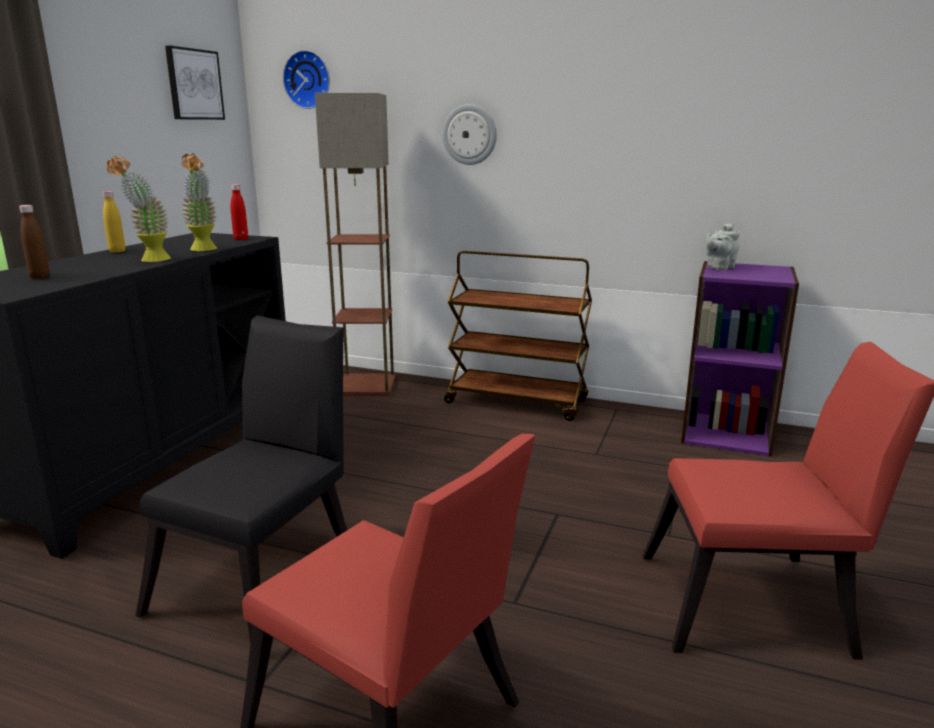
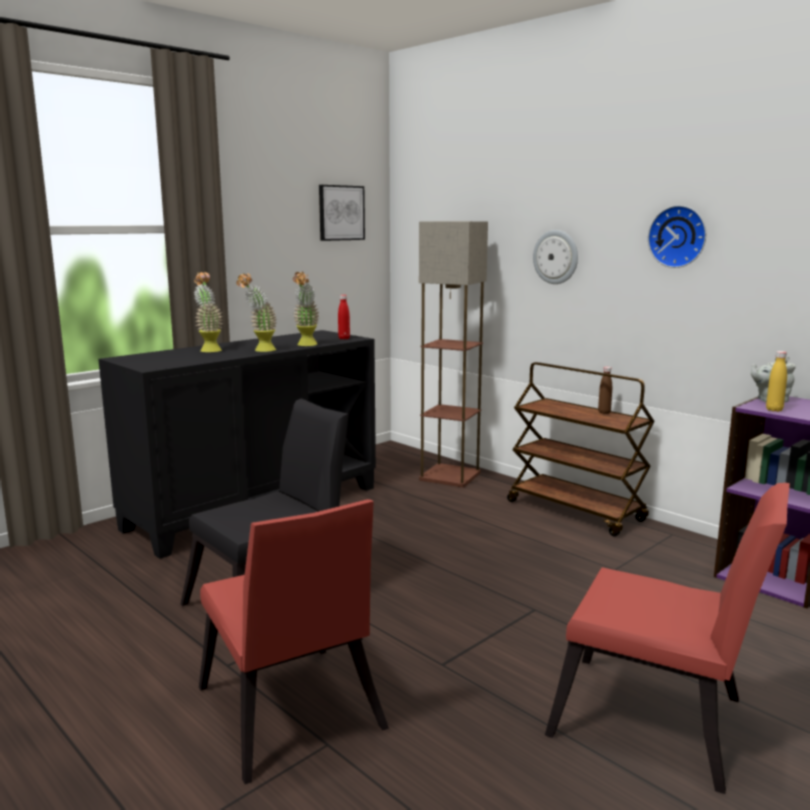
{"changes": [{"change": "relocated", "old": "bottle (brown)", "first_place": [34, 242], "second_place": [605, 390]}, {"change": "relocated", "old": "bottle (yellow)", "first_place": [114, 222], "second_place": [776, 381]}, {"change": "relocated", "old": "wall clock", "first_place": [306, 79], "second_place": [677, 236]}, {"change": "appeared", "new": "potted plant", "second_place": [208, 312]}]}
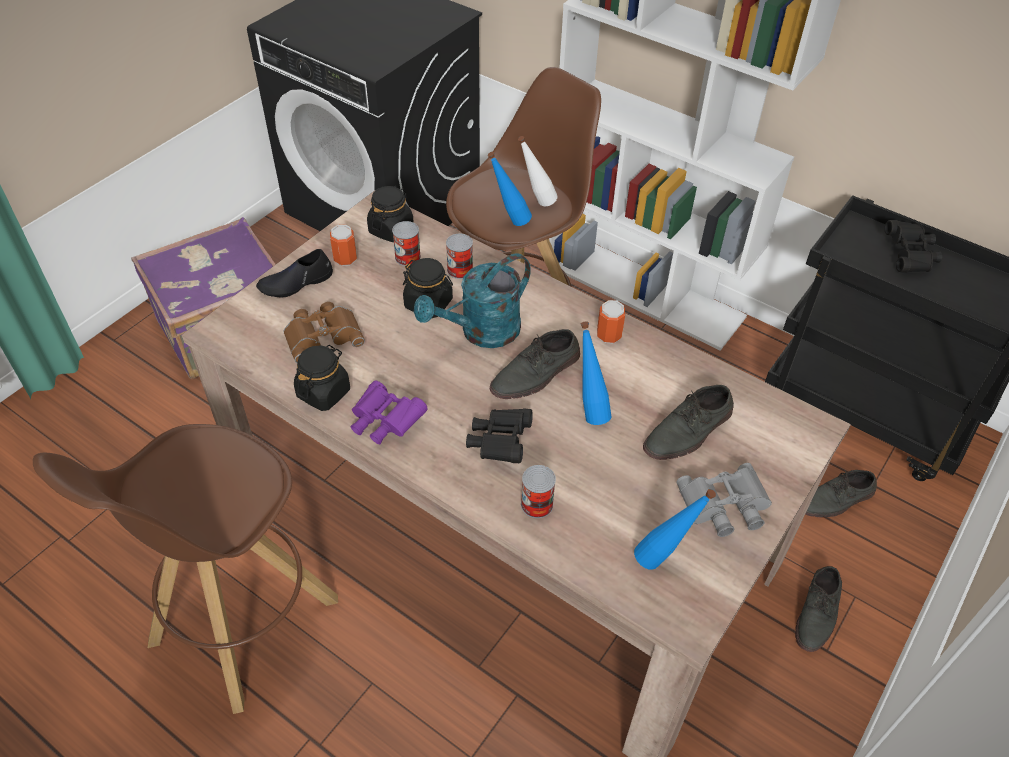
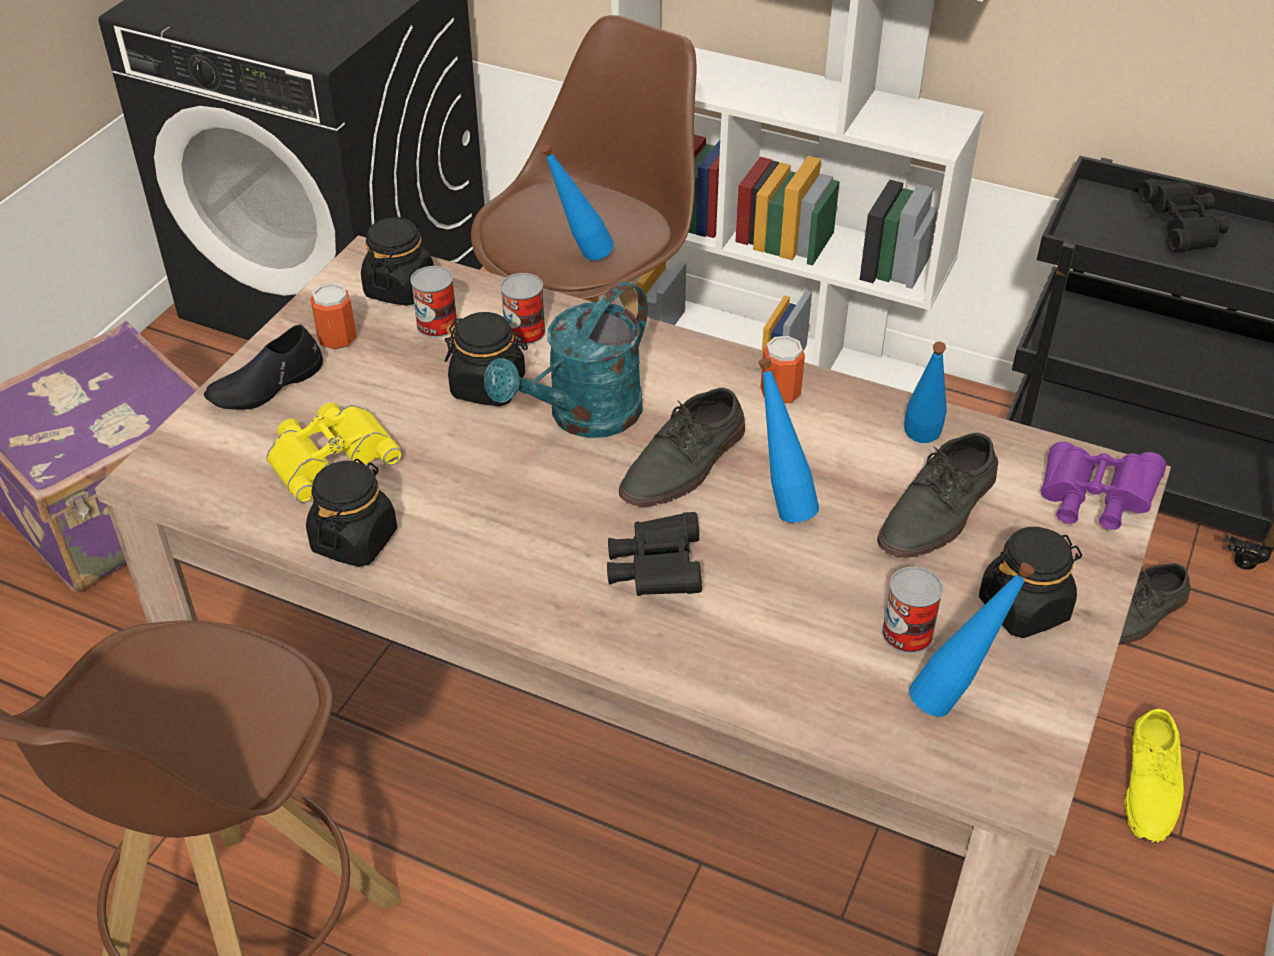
{"changes": [{"change": "colour", "old": "binoculars (brown)", "new": "binoculars (yellow)", "first_place": [324, 332], "second_place": [334, 452]}, {"change": "relocated", "old": "binoculars (purple)", "first_place": [389, 412], "second_place": [1103, 486]}, {"change": "missing", "old": "bottle (white)", "first_place": [537, 171]}, {"change": "relocated", "old": "can", "first_place": [538, 491], "second_place": [912, 610]}, {"change": "exchanged", "old": "binoculars (grey)", "new": "jar (black)", "first_place": [724, 500], "second_place": [1030, 582]}, {"change": "colour", "old": "shoe (grey)", "new": "shoe (yellow)", "first_place": [818, 609], "second_place": [1154, 776]}, {"change": "appeared", "new": "bottle (blue)", "second_place": [925, 392]}]}
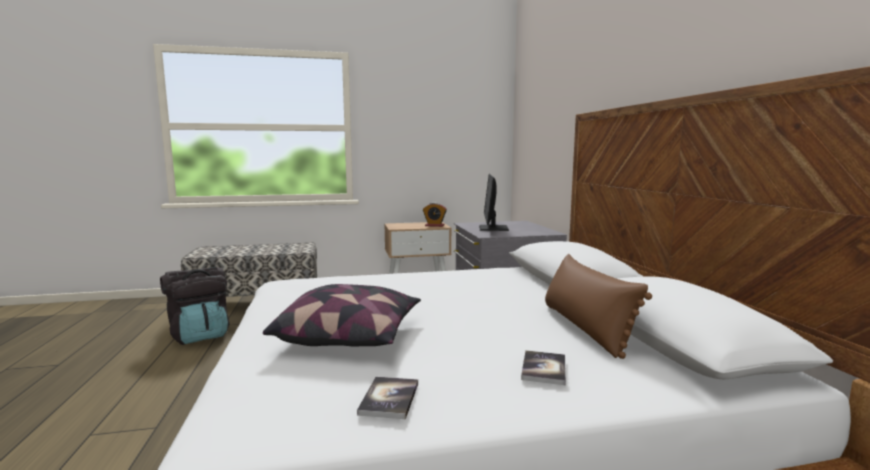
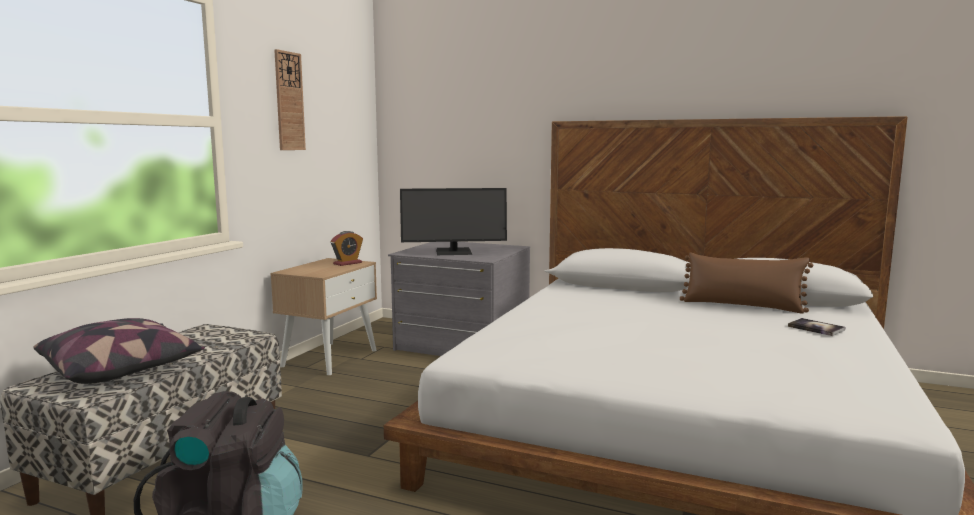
{"changes": [{"change": "relocated", "old": "pillow", "first_place": [342, 315], "second_place": [119, 351]}, {"change": "missing", "old": "book", "first_place": [387, 398]}, {"change": "spun", "old": "monitor", "first_place": [494, 202], "second_place": [453, 221], "degrees": -45}, {"change": "appeared", "new": "wall clock", "second_place": [290, 99]}]}
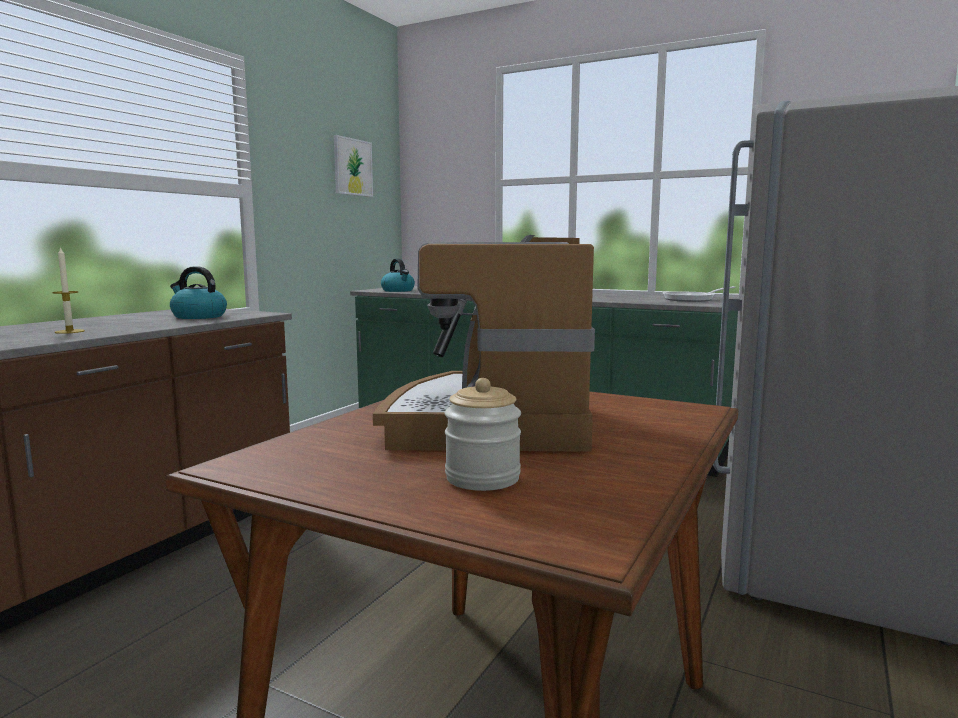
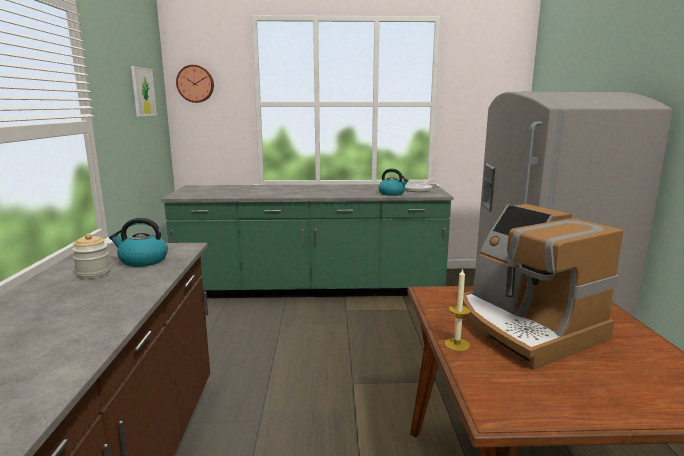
{"changes": [{"change": "relocated", "old": "candle", "first_place": [68, 290], "second_place": [457, 309]}, {"change": "relocated", "old": "kettle", "first_place": [398, 275], "second_place": [394, 182]}, {"change": "relocated", "old": "jar", "first_place": [483, 434], "second_place": [91, 256]}, {"change": "appeared", "new": "wall clock", "second_place": [195, 84]}]}
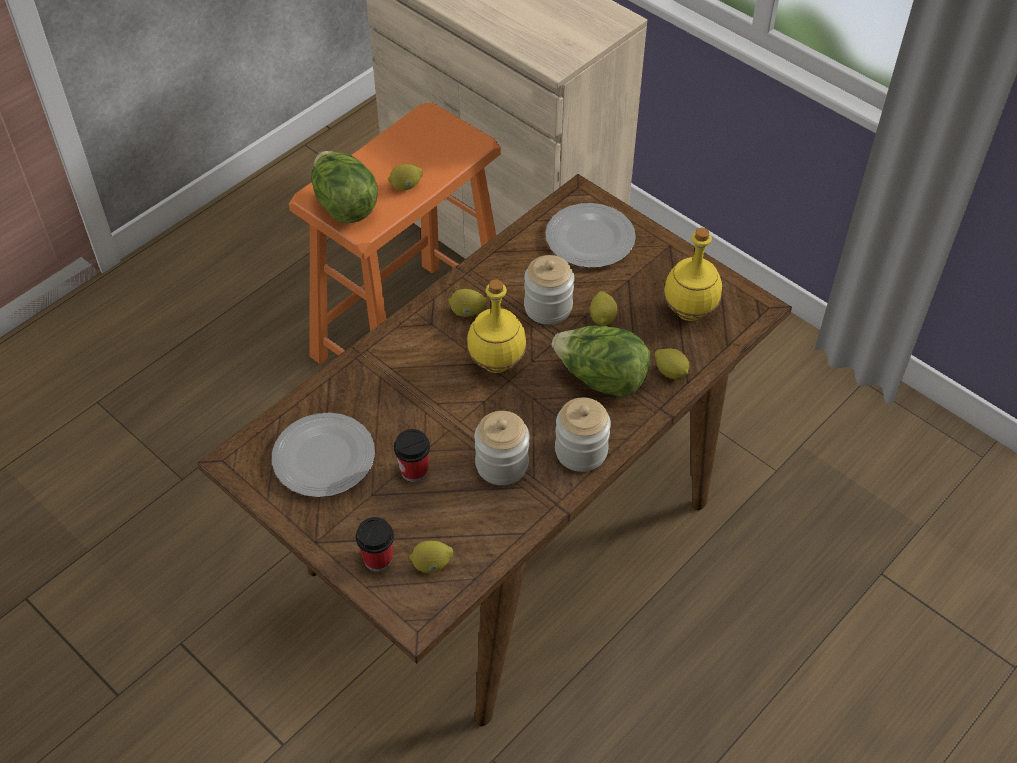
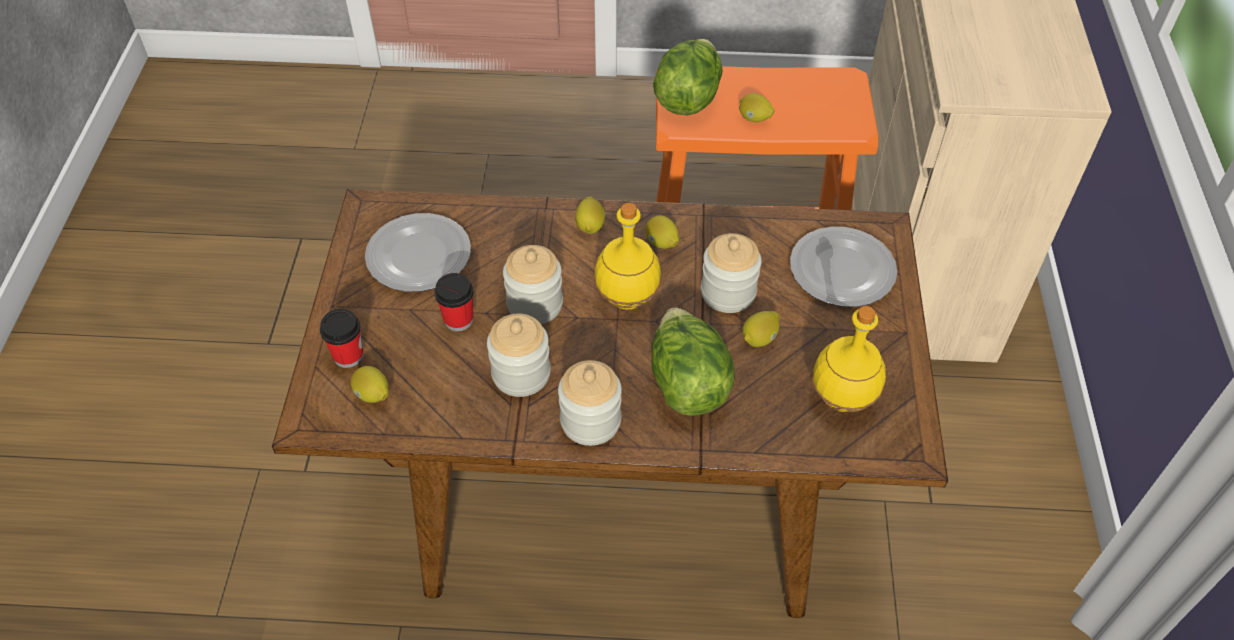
{"changes": [{"change": "relocated", "old": "lemon", "first_place": [671, 363], "second_place": [590, 215]}, {"change": "appeared", "new": "jar", "second_place": [533, 284]}]}
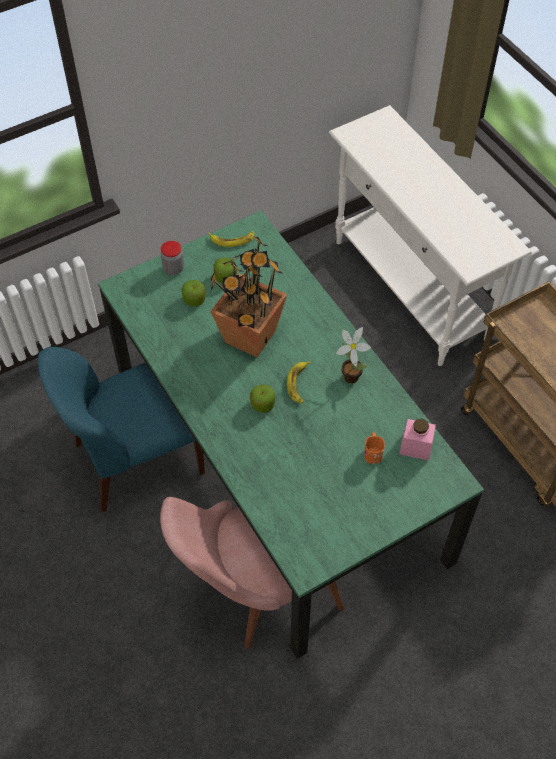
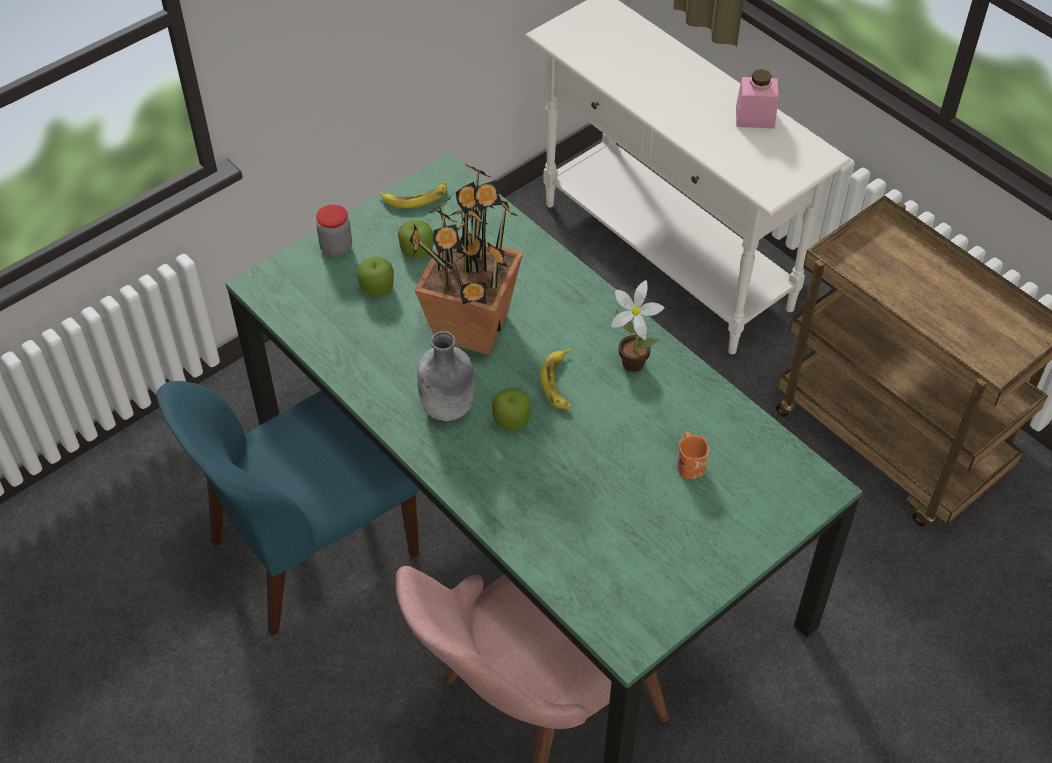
{"changes": [{"change": "relocated", "old": "jar (pink)", "first_place": [417, 440], "second_place": [757, 99]}, {"change": "appeared", "new": "bottle (grey)", "second_place": [445, 376]}]}
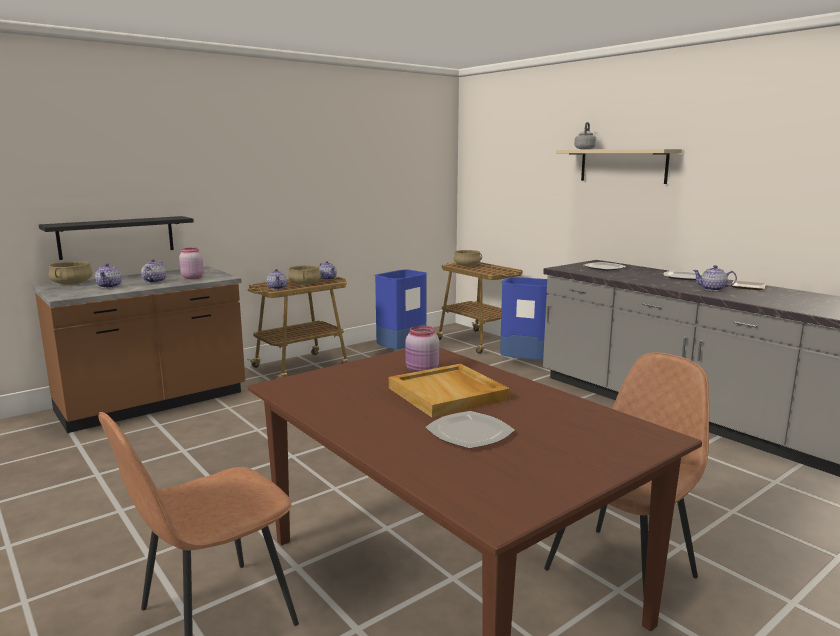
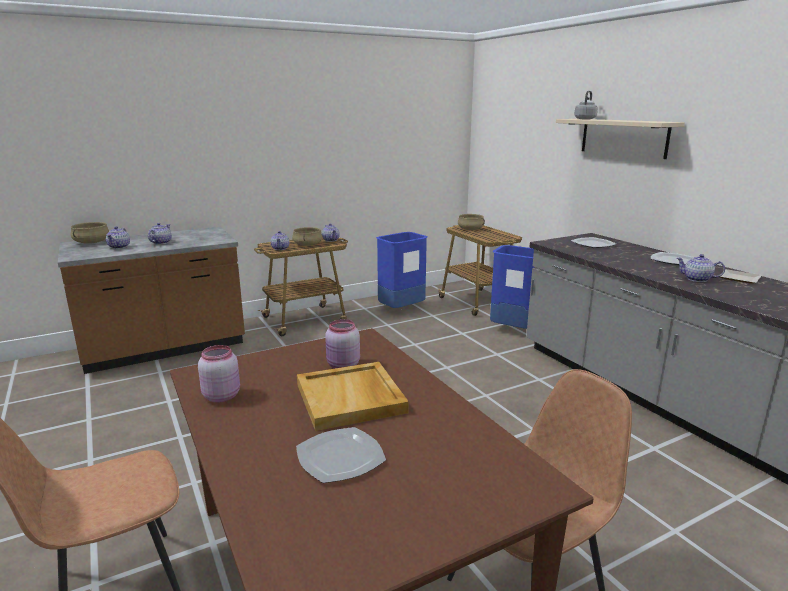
{"changes": [{"change": "missing", "old": "shelf (black)", "first_place": [116, 238]}, {"change": "relocated", "old": "jar (pink)", "first_place": [191, 263], "second_place": [219, 373]}]}
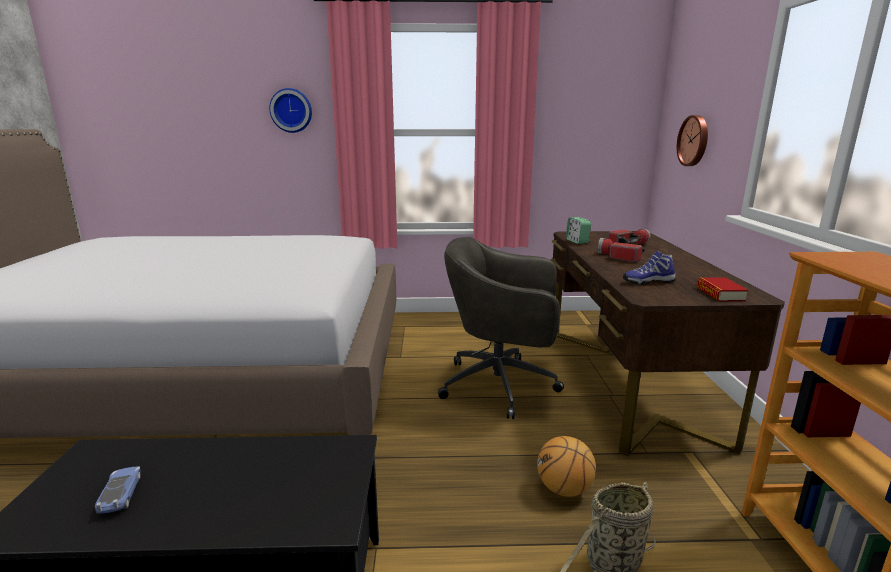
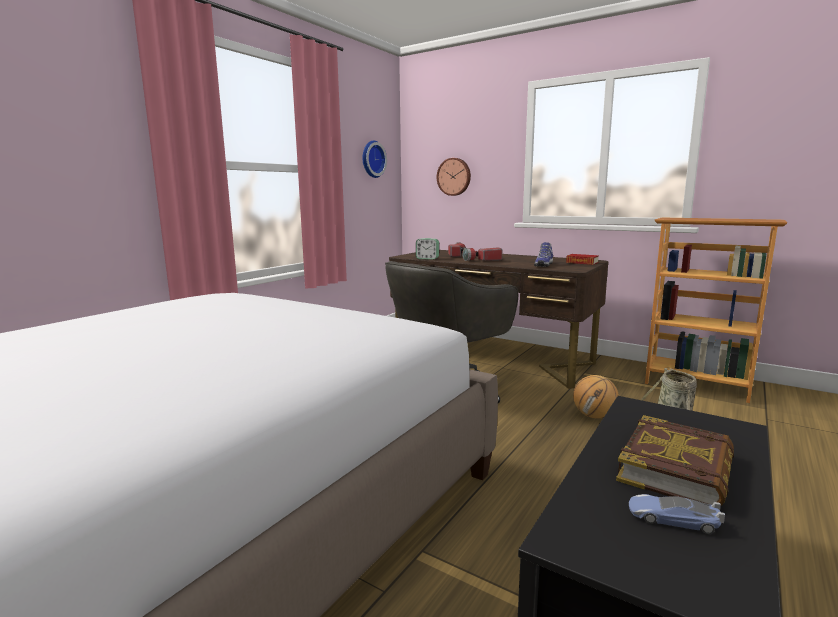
{"changes": [{"change": "relocated", "old": "wall clock", "first_place": [290, 110], "second_place": [374, 159]}, {"change": "appeared", "new": "book", "second_place": [675, 460]}]}
